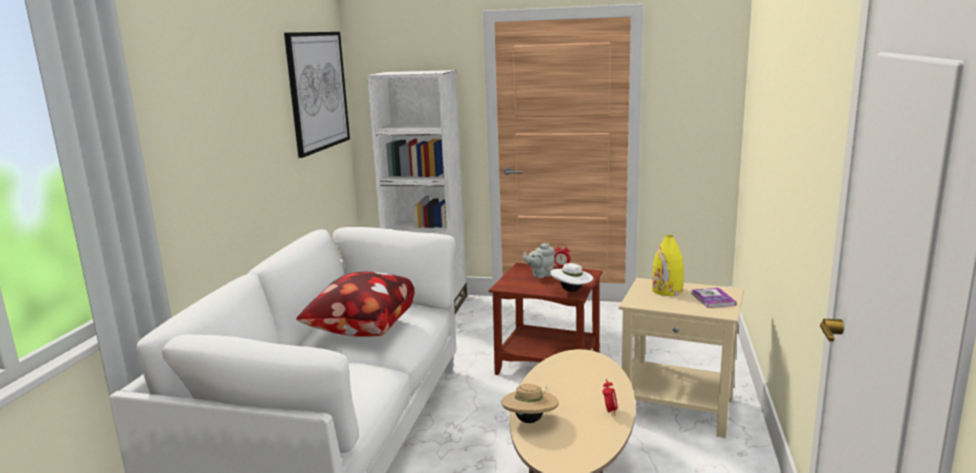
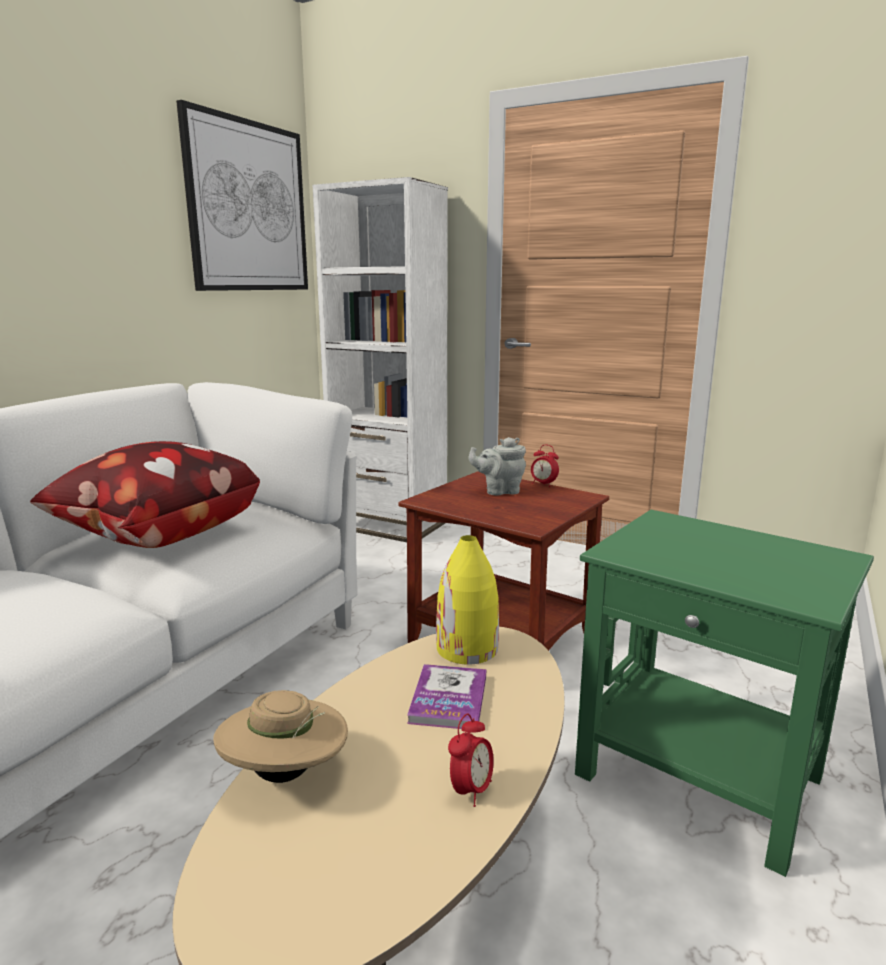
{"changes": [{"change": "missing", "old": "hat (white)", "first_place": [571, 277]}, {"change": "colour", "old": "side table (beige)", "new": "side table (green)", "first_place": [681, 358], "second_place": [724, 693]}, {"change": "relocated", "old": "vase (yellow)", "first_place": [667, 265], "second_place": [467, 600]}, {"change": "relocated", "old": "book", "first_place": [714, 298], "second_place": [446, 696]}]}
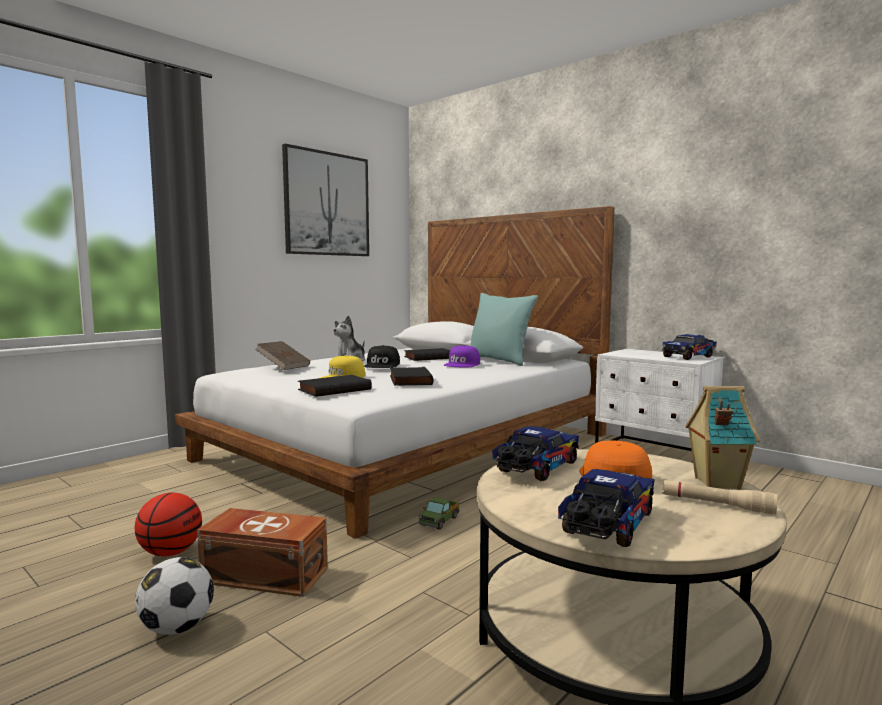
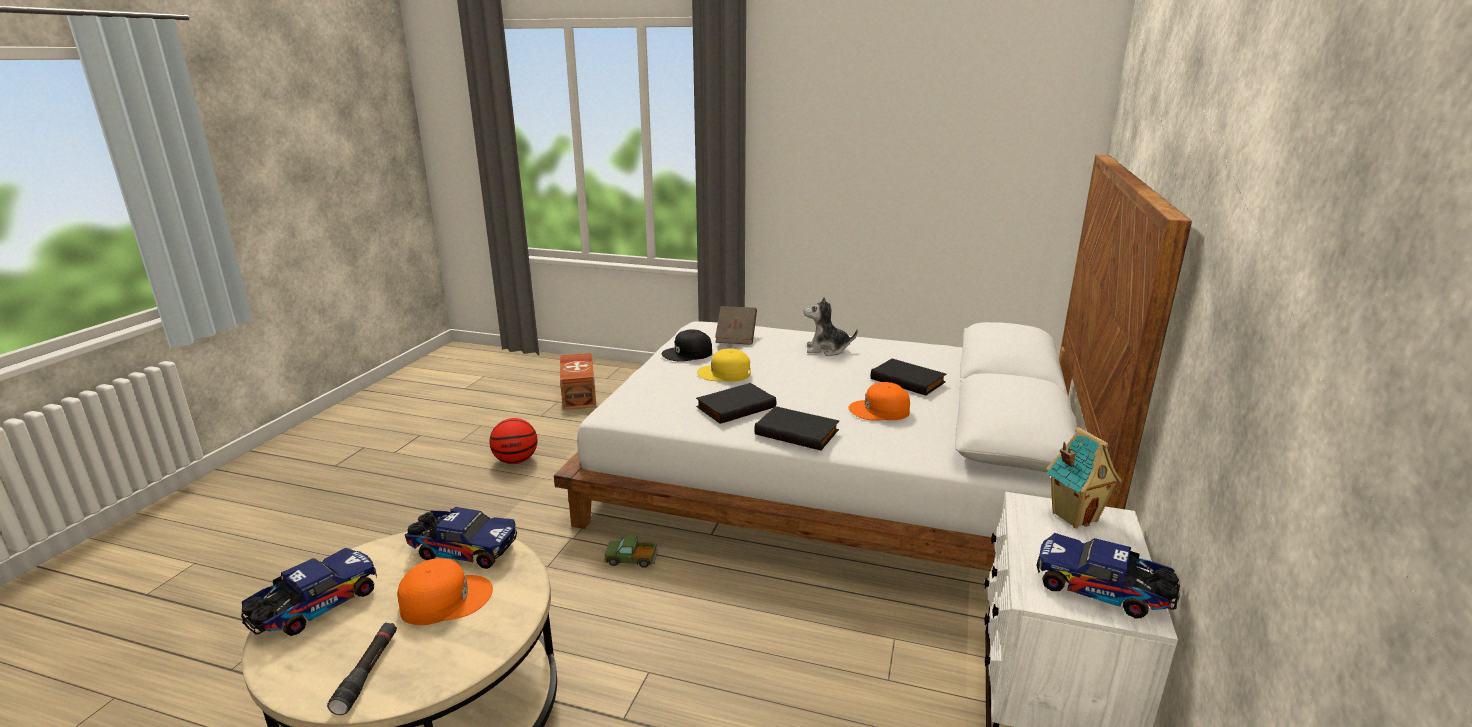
{"changes": [{"change": "missing", "old": "football", "first_place": [174, 596]}, {"change": "relocated", "old": "storage box (brown)", "first_place": [262, 552], "second_place": [578, 381]}, {"change": "missing", "old": "picture", "first_place": [325, 200]}, {"change": "relocated", "old": "book (black)", "first_place": [335, 386], "second_place": [796, 428]}, {"change": "relocated", "old": "cap (black)", "first_place": [382, 356], "second_place": [687, 345]}, {"change": "colour", "old": "cap (purple)", "new": "cap (orange)", "first_place": [462, 356], "second_place": [879, 401]}, {"change": "missing", "old": "pillow (turquoise)", "first_place": [504, 329]}, {"change": "spun", "old": "toy truck", "first_place": [606, 508], "second_place": [309, 592], "degrees": -60}, {"change": "colour", "old": "flashlight (beige)", "new": "flashlight (black)", "first_place": [719, 497], "second_place": [362, 669]}, {"change": "relocated", "old": "toy house", "first_place": [722, 438], "second_place": [1084, 477]}]}
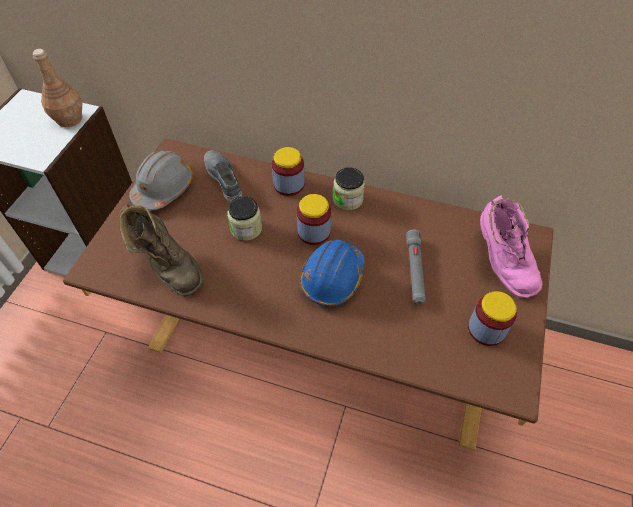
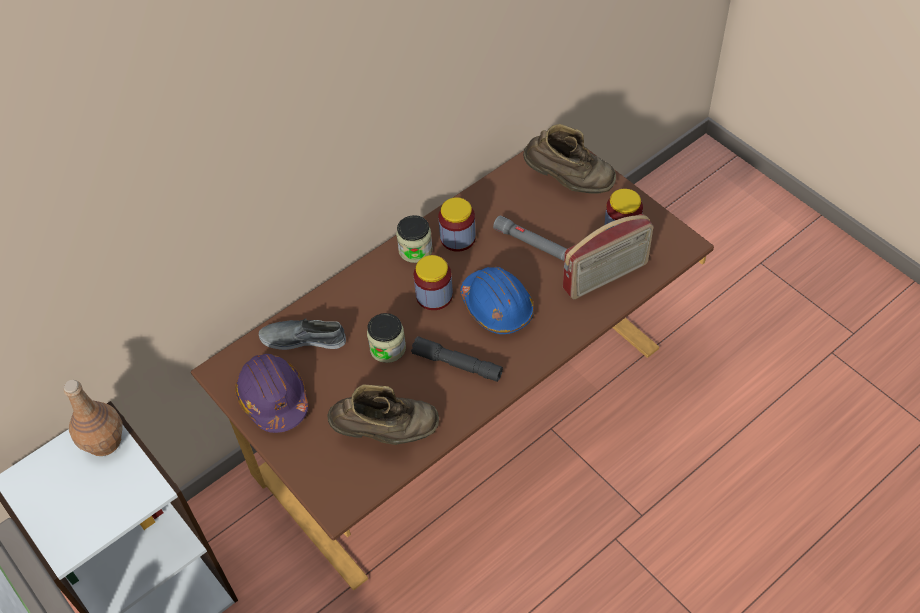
{"changes": [{"change": "colour", "old": "hard hat (grey)", "new": "hard hat (purple)", "first_place": [161, 180], "second_place": [271, 393]}, {"change": "relocated", "old": "jar", "first_place": [288, 171], "second_place": [457, 224]}, {"change": "colour", "old": "boot (pink)", "new": "boot (brown)", "first_place": [511, 246], "second_place": [569, 158]}, {"change": "appeared", "new": "flashlight (grey)", "second_place": [457, 359]}, {"change": "appeared", "new": "radio", "second_place": [608, 256]}]}
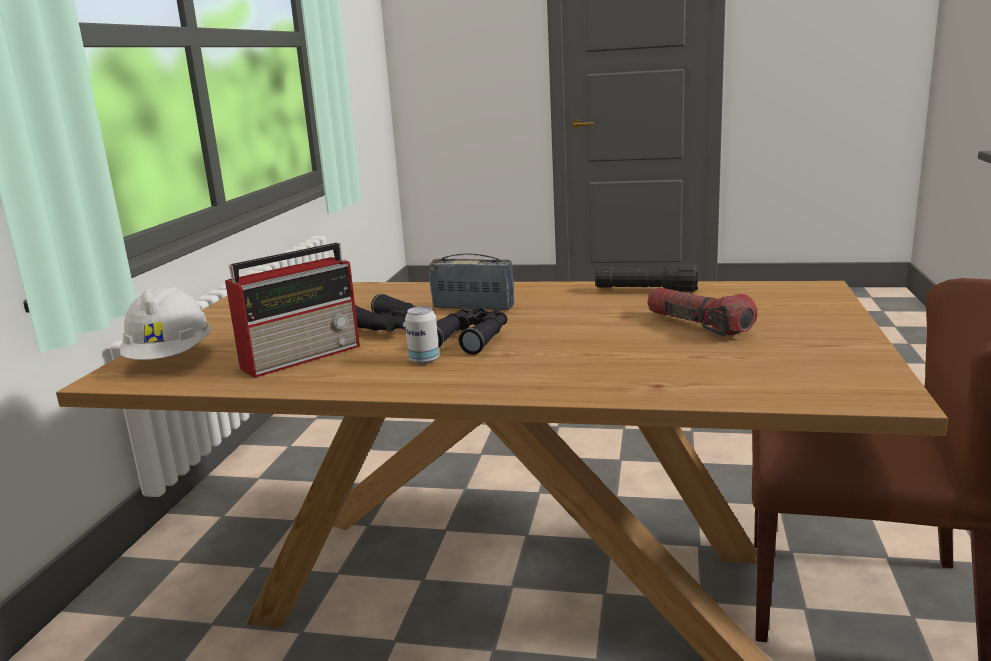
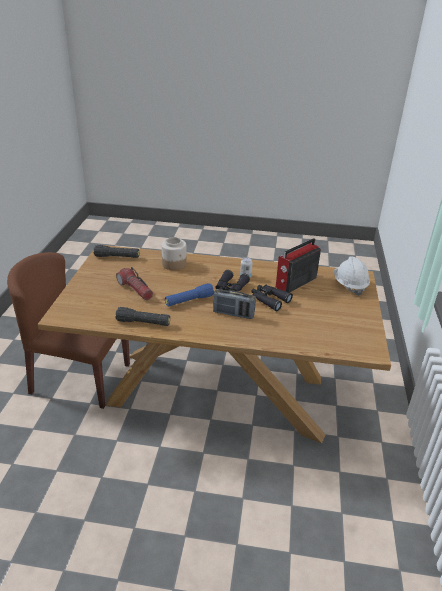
{"changes": [{"change": "appeared", "new": "flashlight (black)", "second_place": [116, 251]}, {"change": "appeared", "new": "jar", "second_place": [174, 253]}, {"change": "appeared", "new": "flashlight (blue)", "second_place": [189, 294]}]}
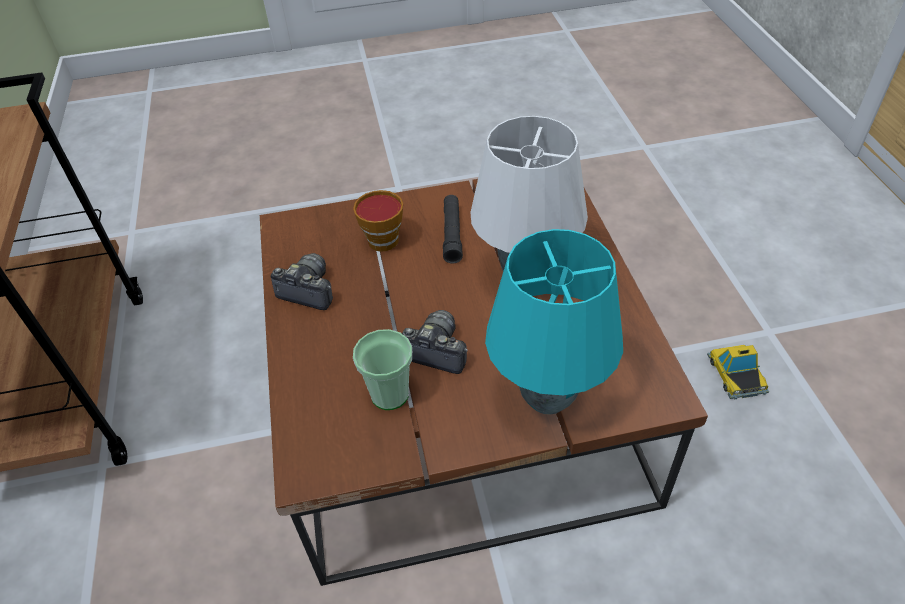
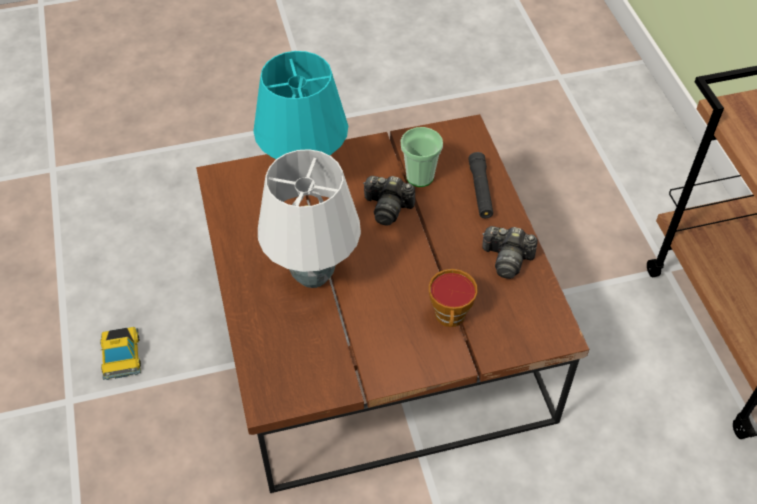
{"changes": [{"change": "relocated", "old": "flashlight (black)", "first_place": [453, 229], "second_place": [480, 185]}]}
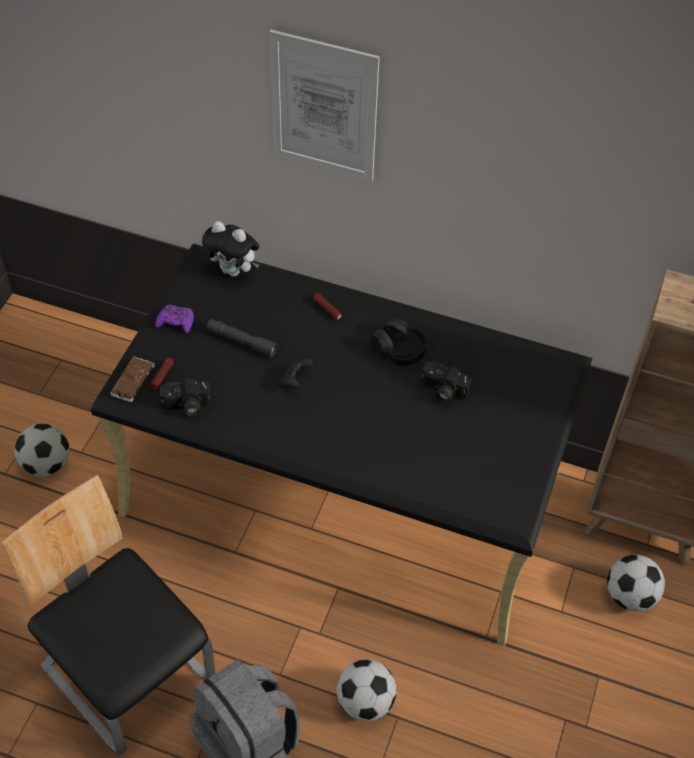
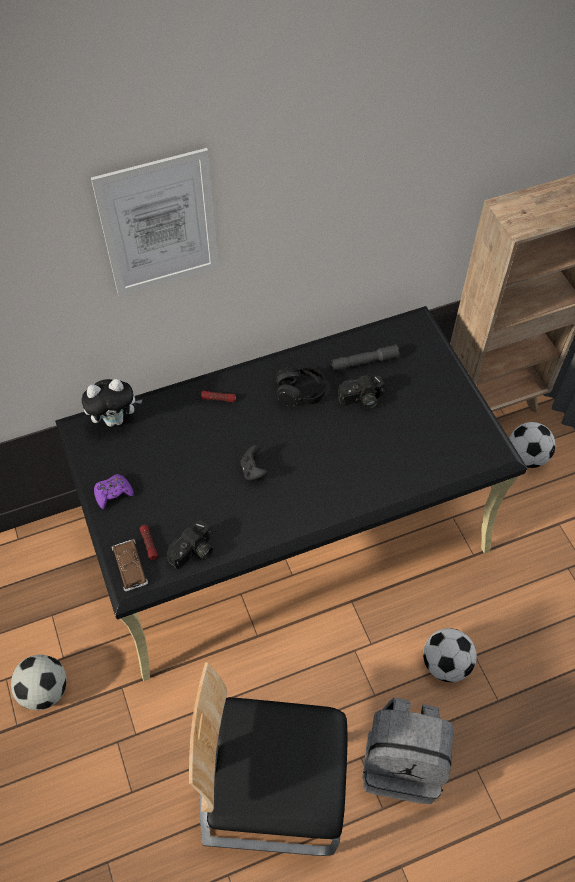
{"changes": [{"change": "relocated", "old": "flashlight (grey)", "first_place": [242, 338], "second_place": [365, 358]}]}
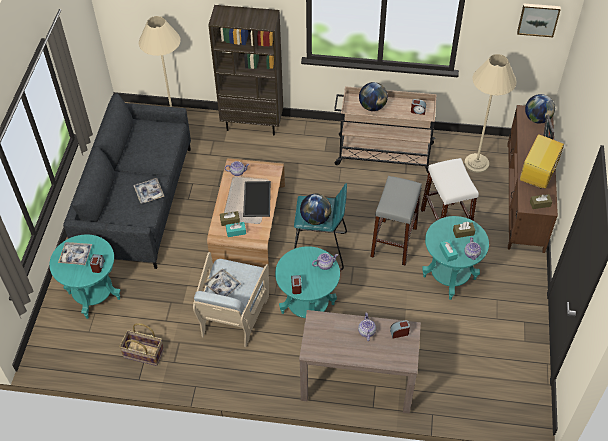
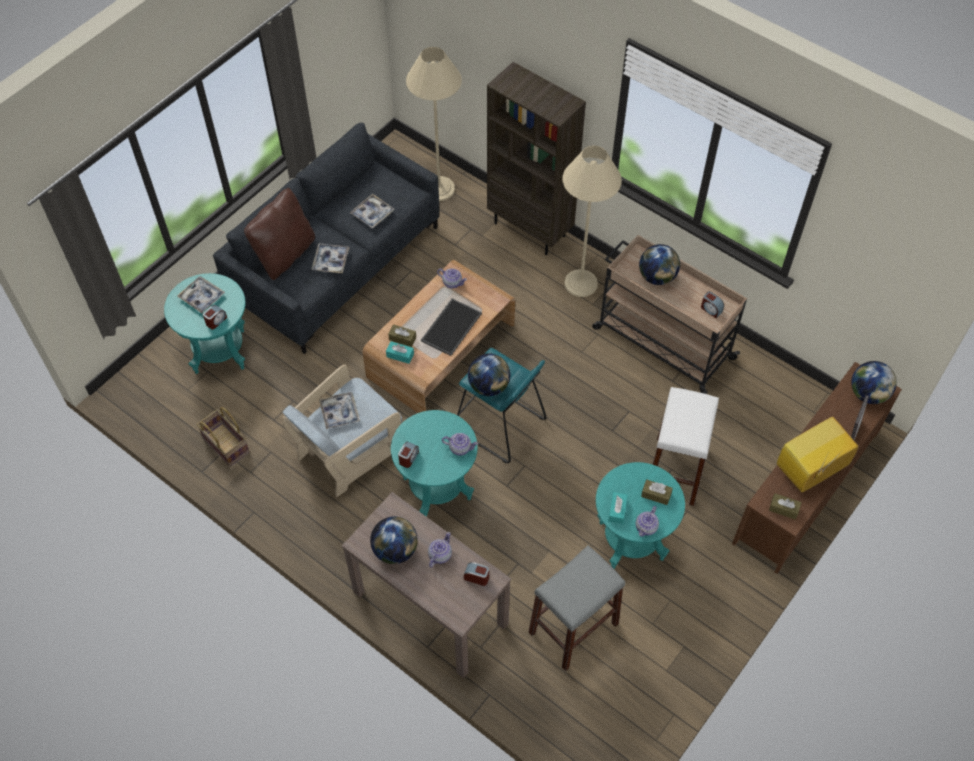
{"changes": [{"change": "relocated", "old": "stool (grey)", "first_place": [396, 221], "second_place": [577, 608]}, {"change": "relocated", "old": "floor lamp (beige)", "first_place": [490, 113], "second_place": [592, 221]}, {"change": "missing", "old": "picture", "first_place": [539, 20]}, {"change": "appeared", "new": "pillow (brown)", "second_place": [279, 234]}, {"change": "appeared", "new": "tray", "second_place": [372, 211]}, {"change": "appeared", "new": "globe", "second_place": [394, 540]}]}
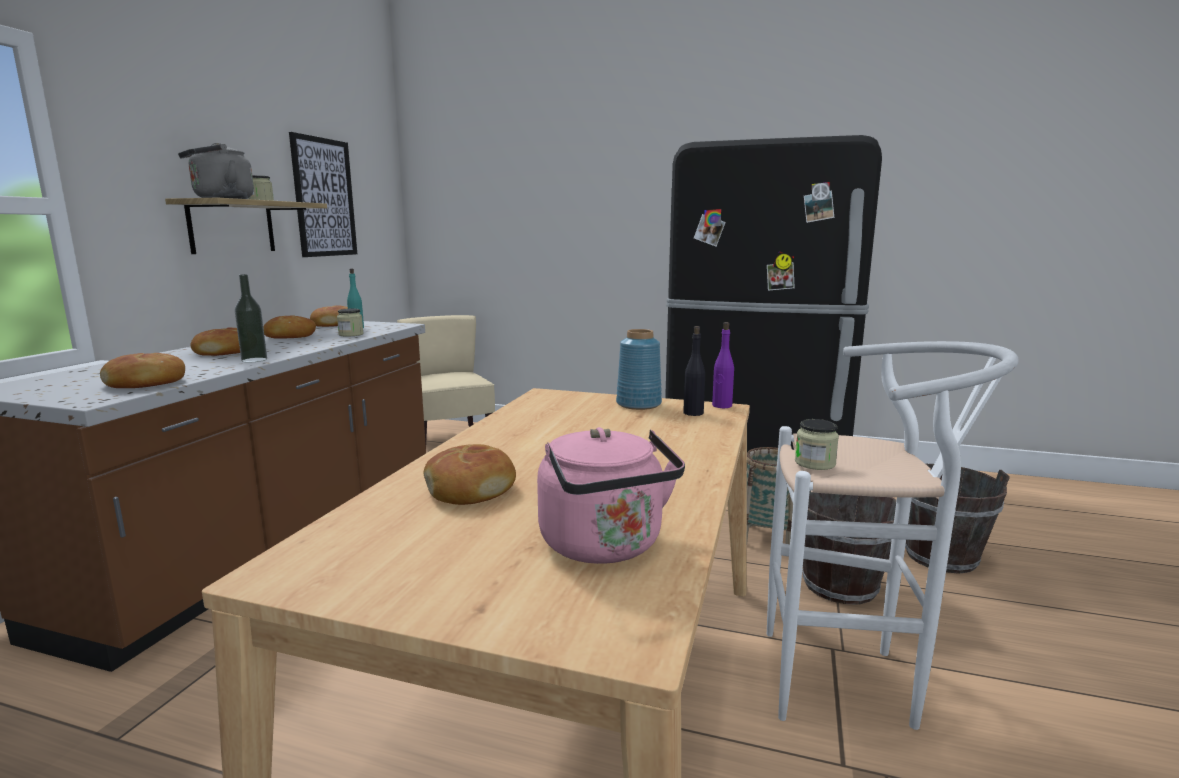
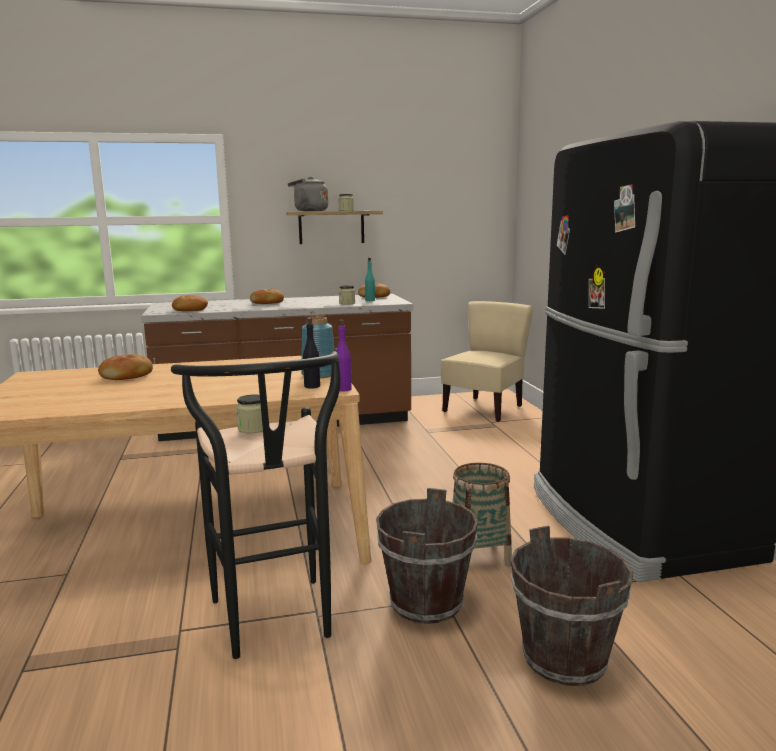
{"changes": [{"change": "missing", "old": "bottle", "first_place": [251, 318]}, {"change": "missing", "old": "bread", "first_place": [289, 327]}, {"change": "missing", "old": "picture", "first_place": [323, 194]}, {"change": "missing", "old": "kettle (pink)", "first_place": [611, 495]}, {"change": "colour", "old": "stool (white)", "new": "stool (black)", "first_place": [893, 535], "second_place": [255, 505]}]}
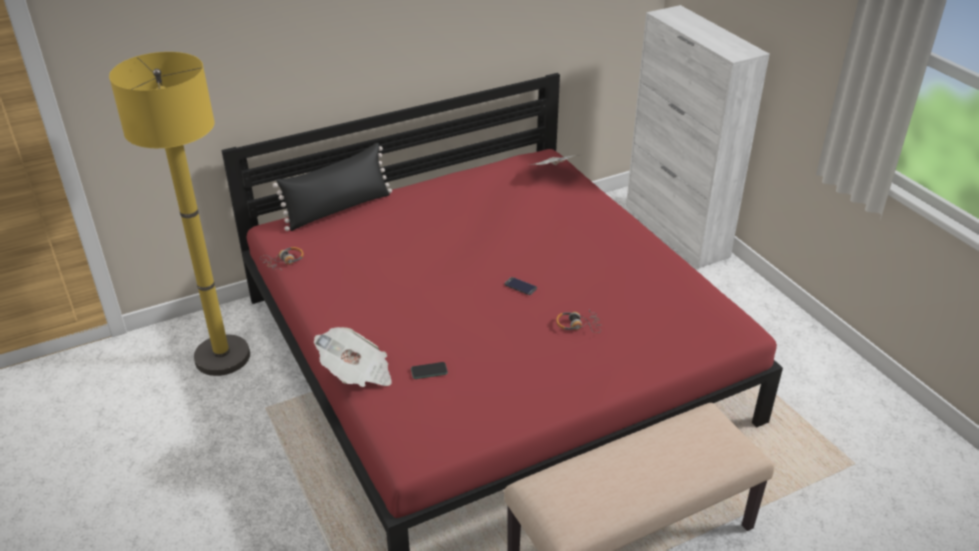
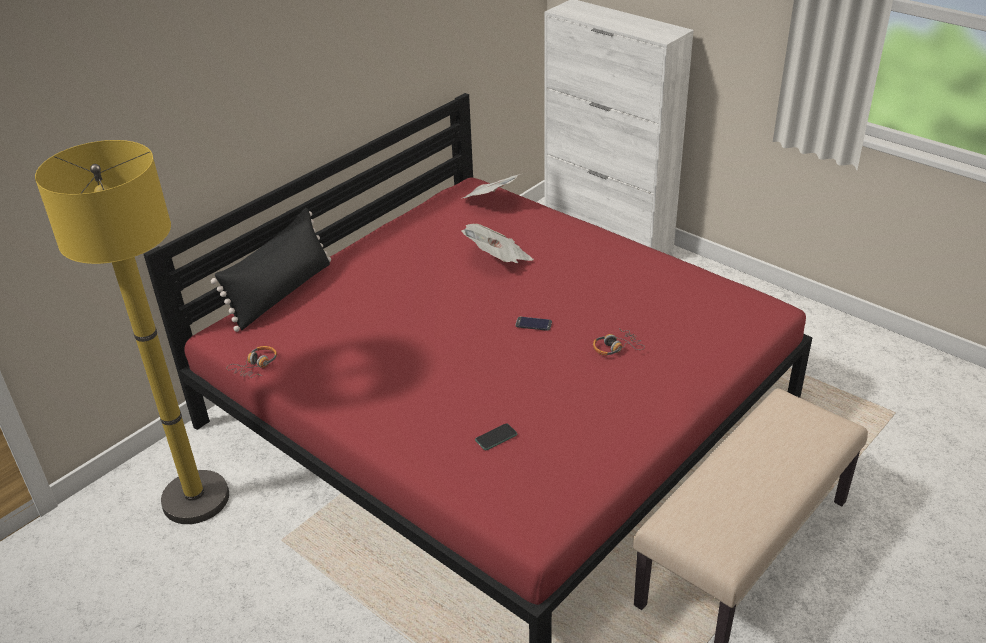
{"changes": [{"change": "relocated", "old": "newspaper", "first_place": [353, 357], "second_place": [497, 243]}]}
